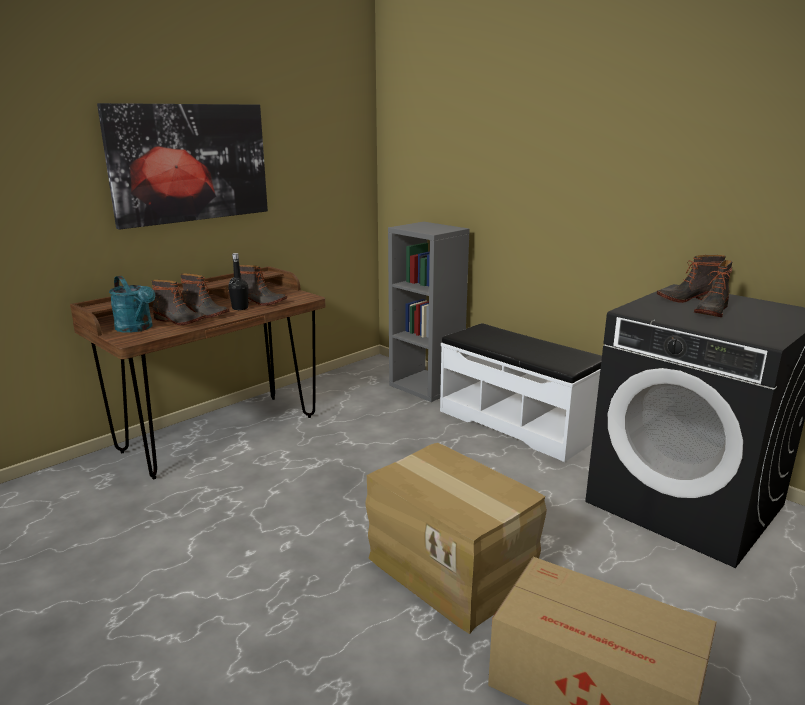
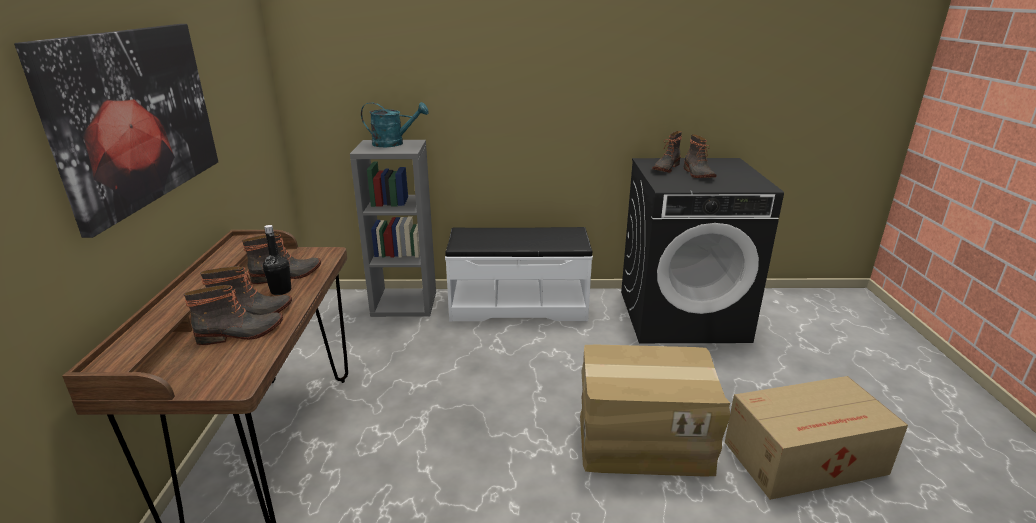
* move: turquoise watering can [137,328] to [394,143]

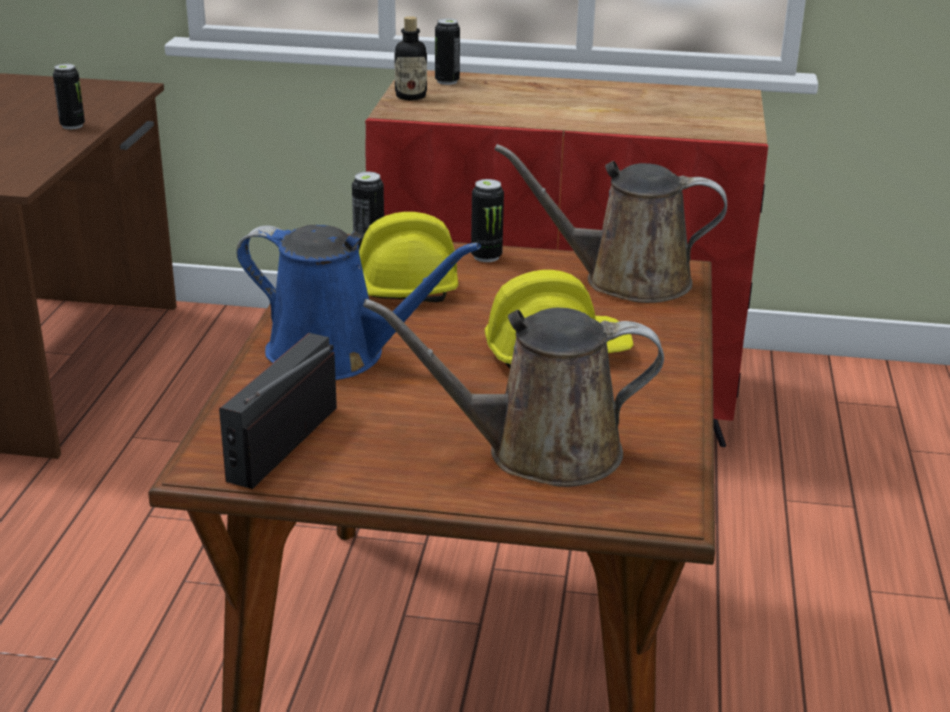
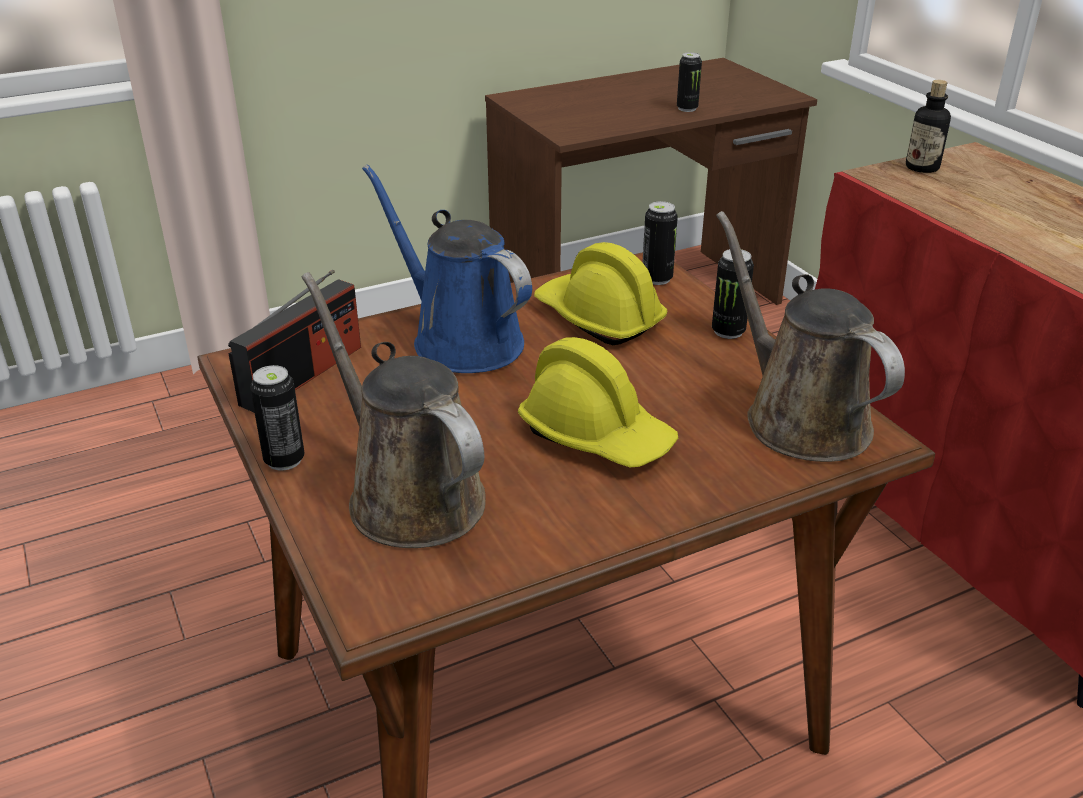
* move: can [447,81] to [284,460]
* rotate: blue watering can [336,355] = [460,340] 150 degrees clockwise
* rotate: radio [283,443] = [302,375] 135 degrees clockwise

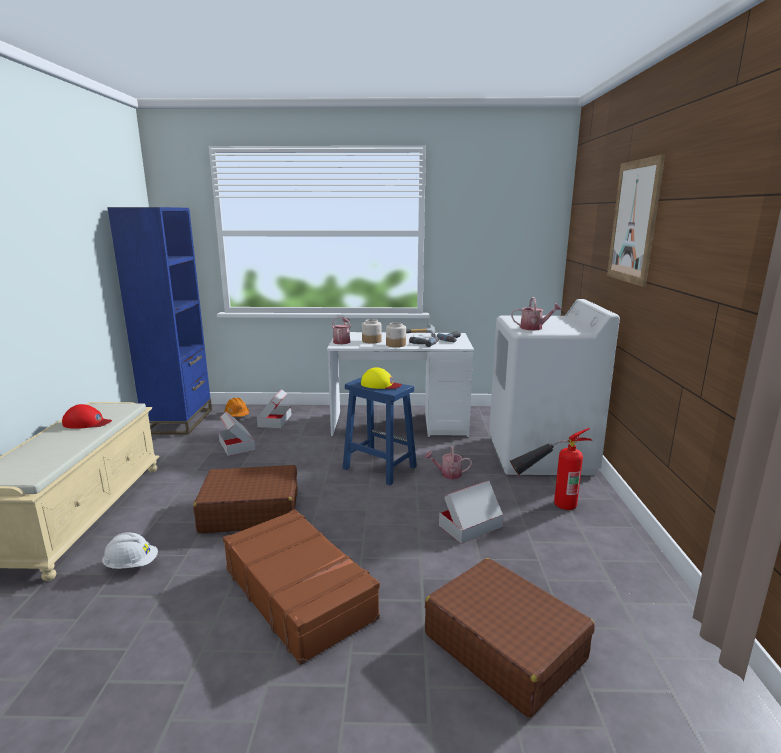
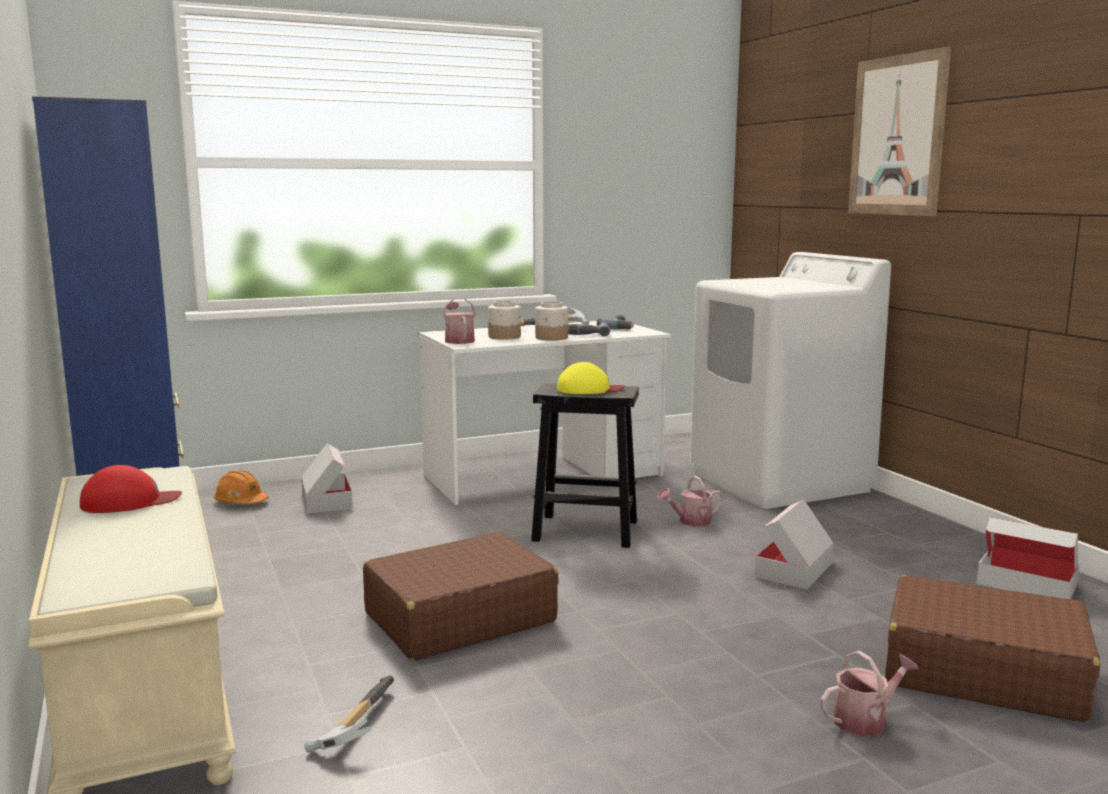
* move: watering can [534,328] to [865,720]
* recolor: blue stool [378,467] to black stool [583,531]
* move: cardboard box [237,445] to [1027,584]
* delete: fire extinguisher [545,505]
* delete: brown suitcase [299,592]
* replace: white hard hat [131,565] to hammer [354,724]

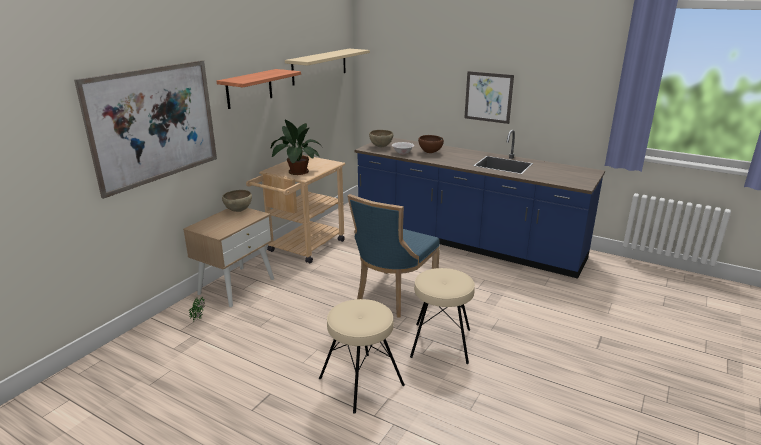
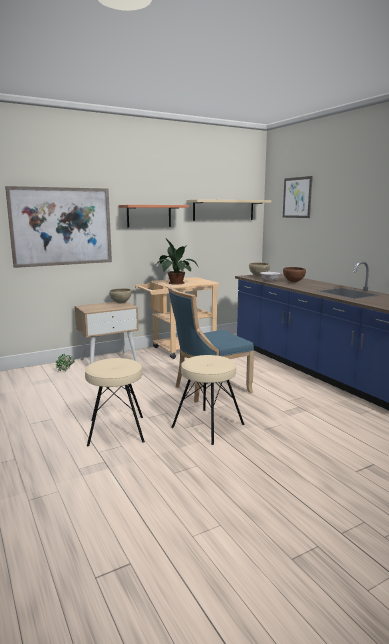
* move: picture [488,97] to [297,197]

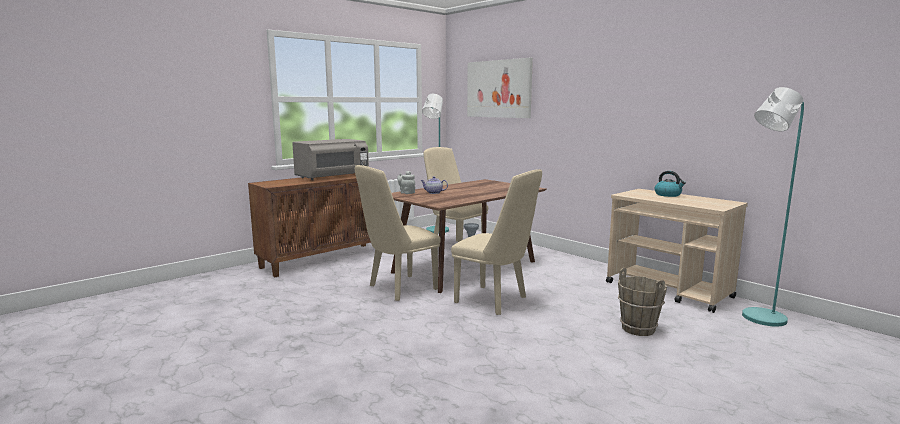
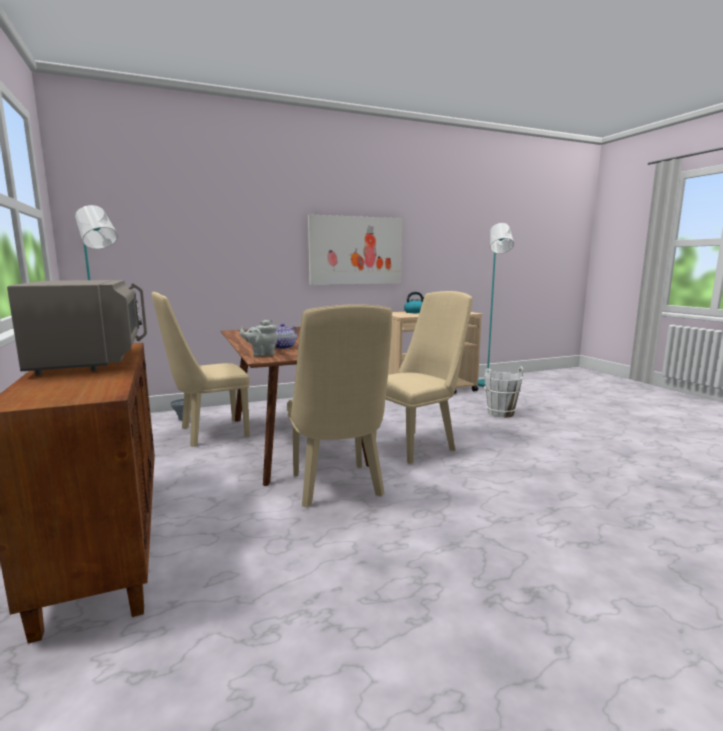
* move: picture [498,89] to [355,250]
* recolor: brown bucket [638,329] to white bucket [500,413]

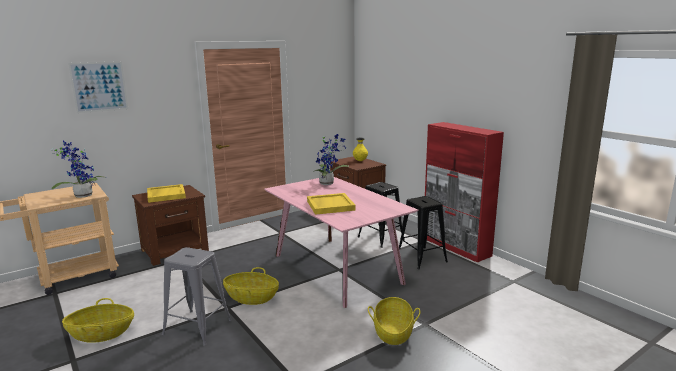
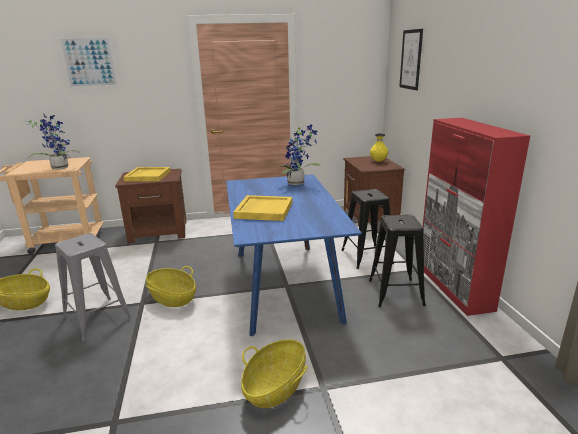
* recolor: pink dining table [335,269] to blue dining table [283,284]
* insert: picture [411,59]

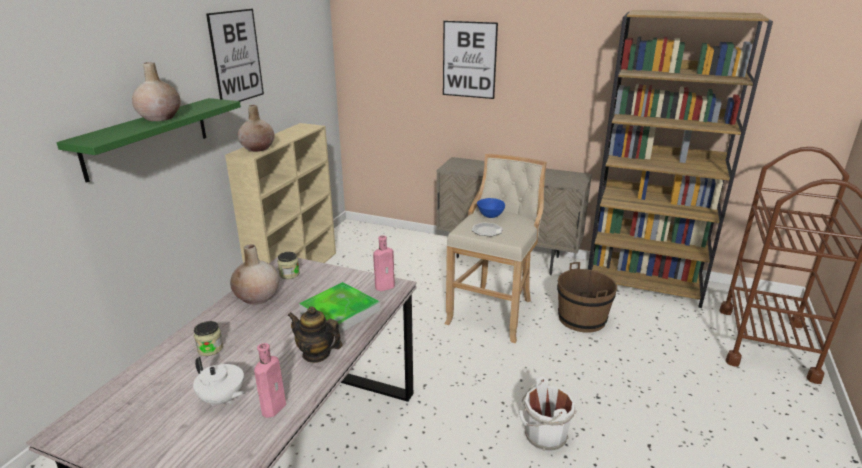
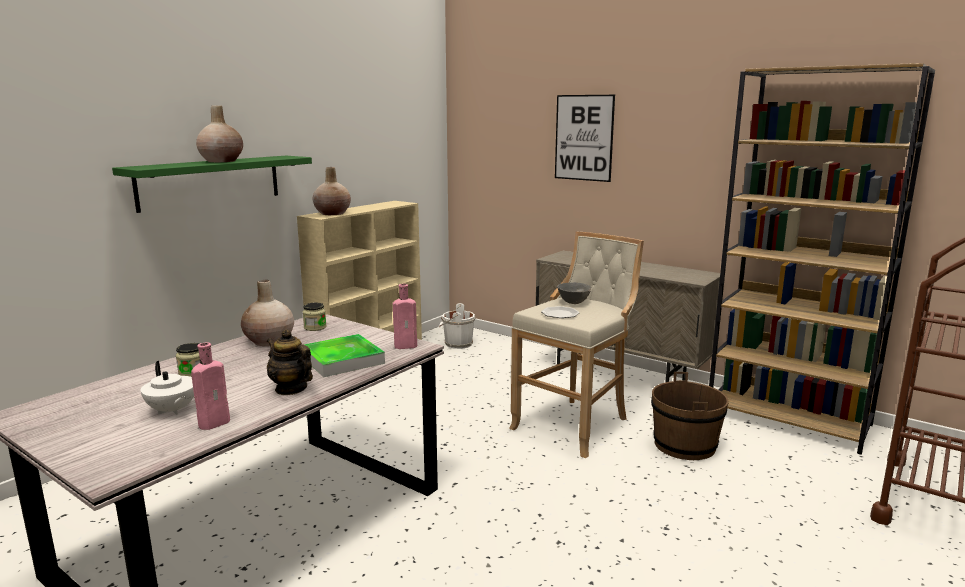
* delete: picture [236,57]
* recolor: blue bowl [490,216] to grey bowl [574,303]
* move: white bucket [543,436] to [457,344]

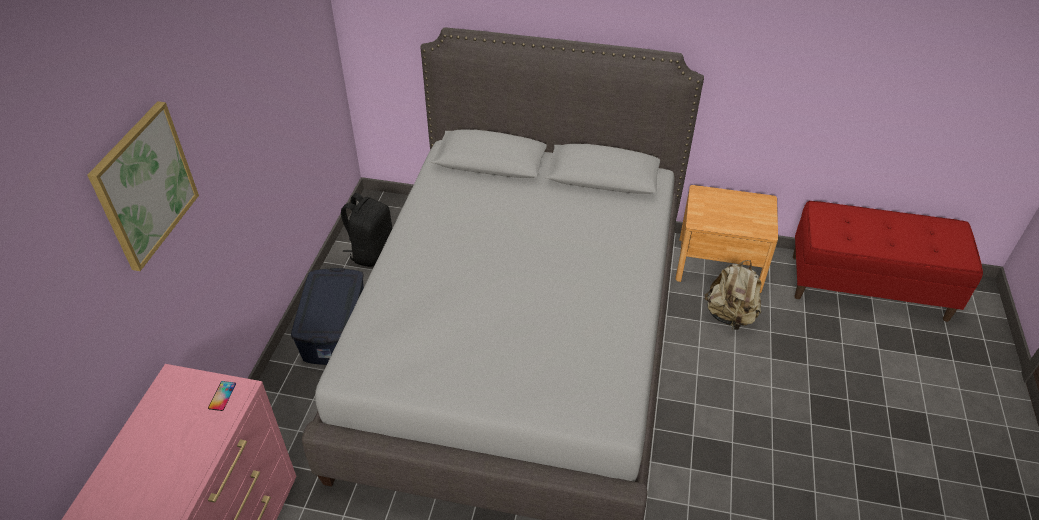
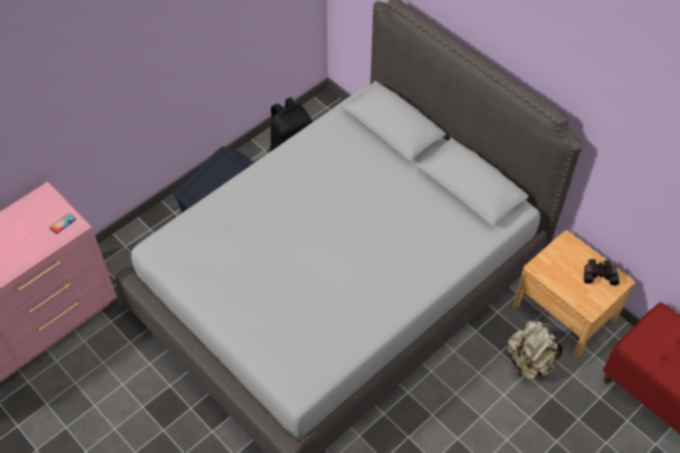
* delete: picture [144,185]
* insert: black binoculars [599,274]

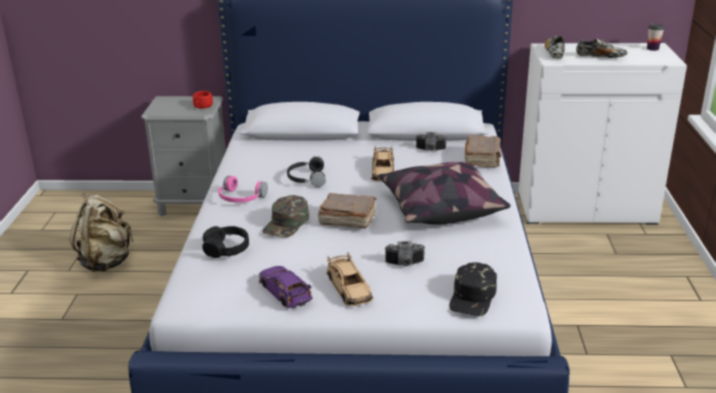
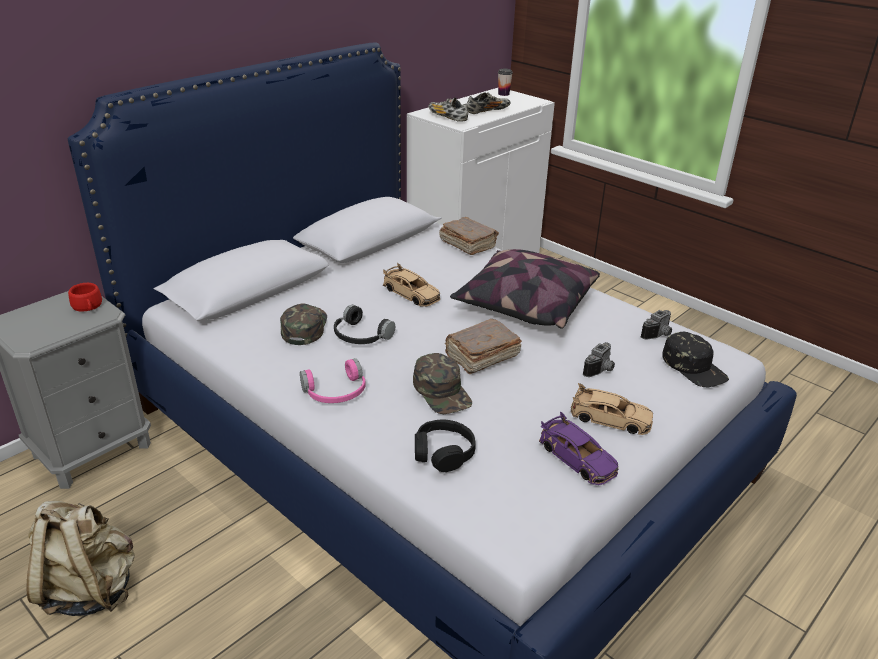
* move: photo camera [430,150] to [659,335]
* rotate: purple toy car [285,292] = [577,458] 135 degrees counterclockwise
* insert: green cap [304,327]

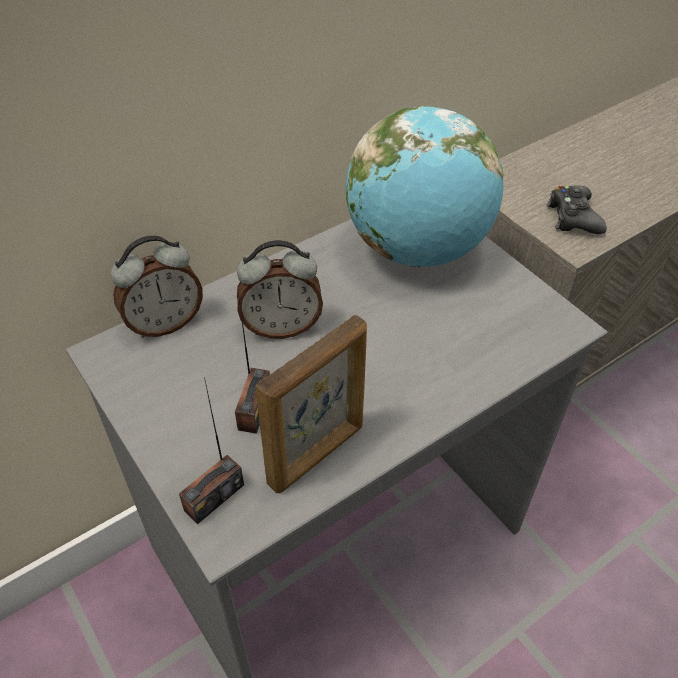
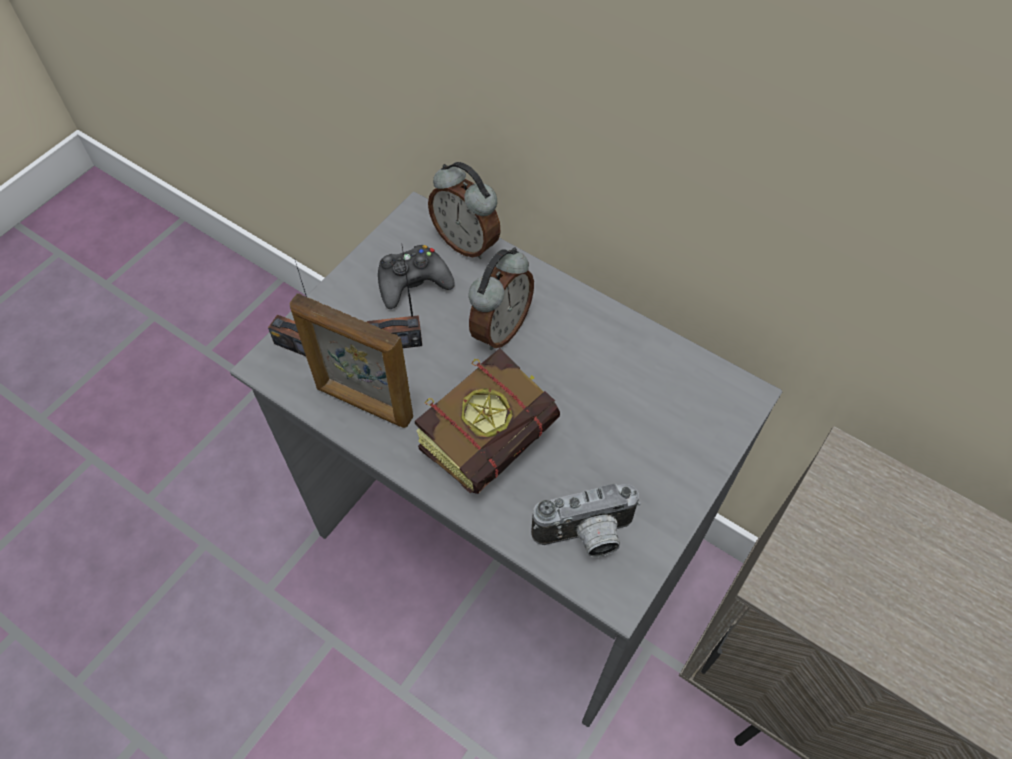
* delete: globe [417,249]
* move: black game controller [573,217] to [413,282]
* rotate: alarm clock [281,327] = [499,328] 120 degrees counterclockwise
* insert: book [498,433]
* insert: photo camera [586,537]

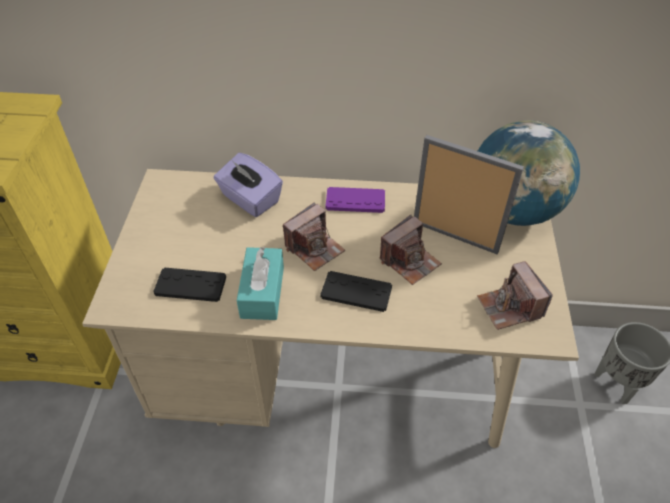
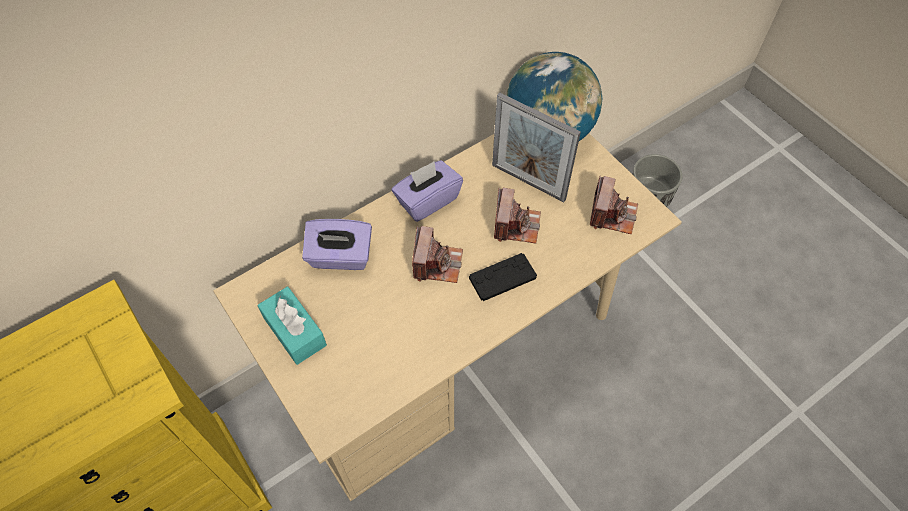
* rotate: picture frame [455,236] = [528,182] 135 degrees counterclockwise
* replace: purple game controller [355,201] to purple tissue box [427,200]
* move: turquoise tissue box [262,292] to [294,331]
* rotate: photo camera [509,307] = [612,215] 105 degrees counterclockwise
* delete: black game controller [190,285]

